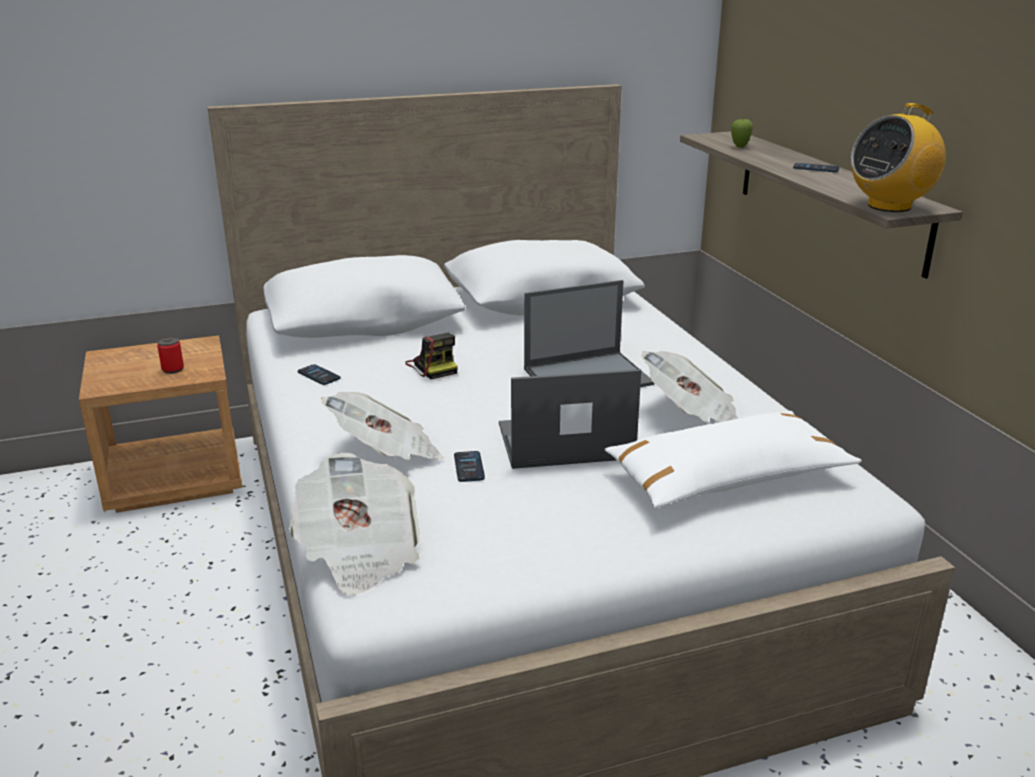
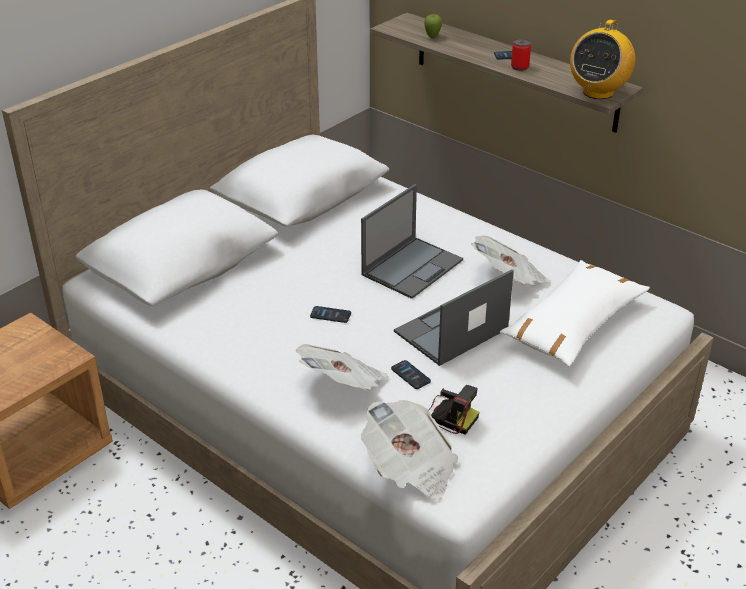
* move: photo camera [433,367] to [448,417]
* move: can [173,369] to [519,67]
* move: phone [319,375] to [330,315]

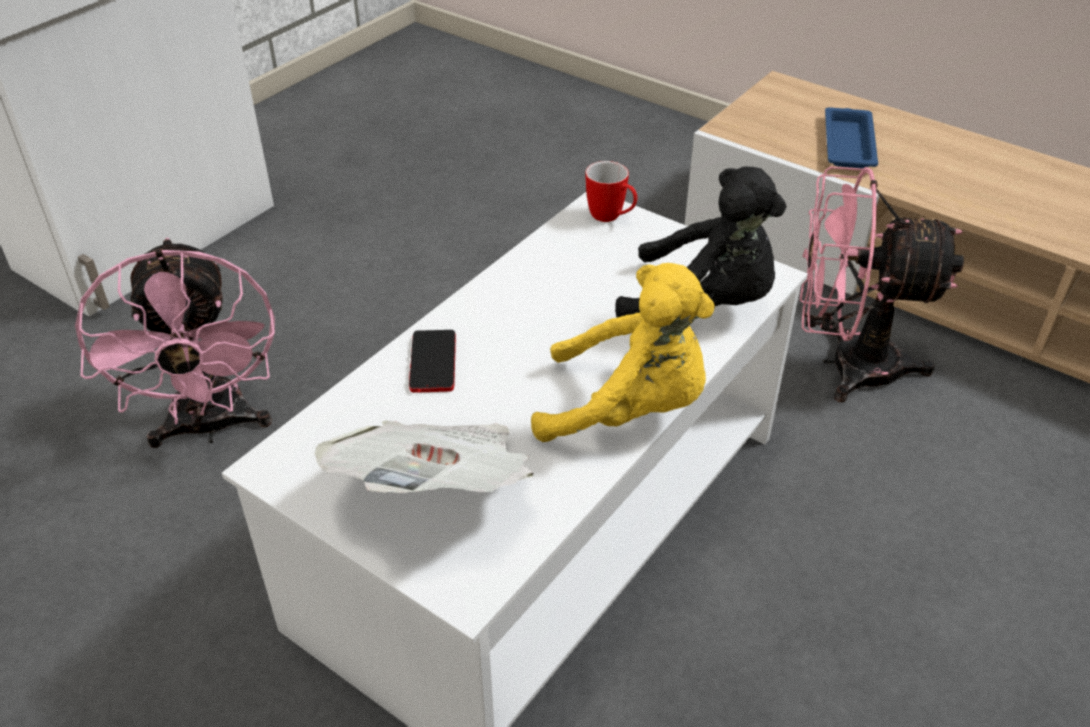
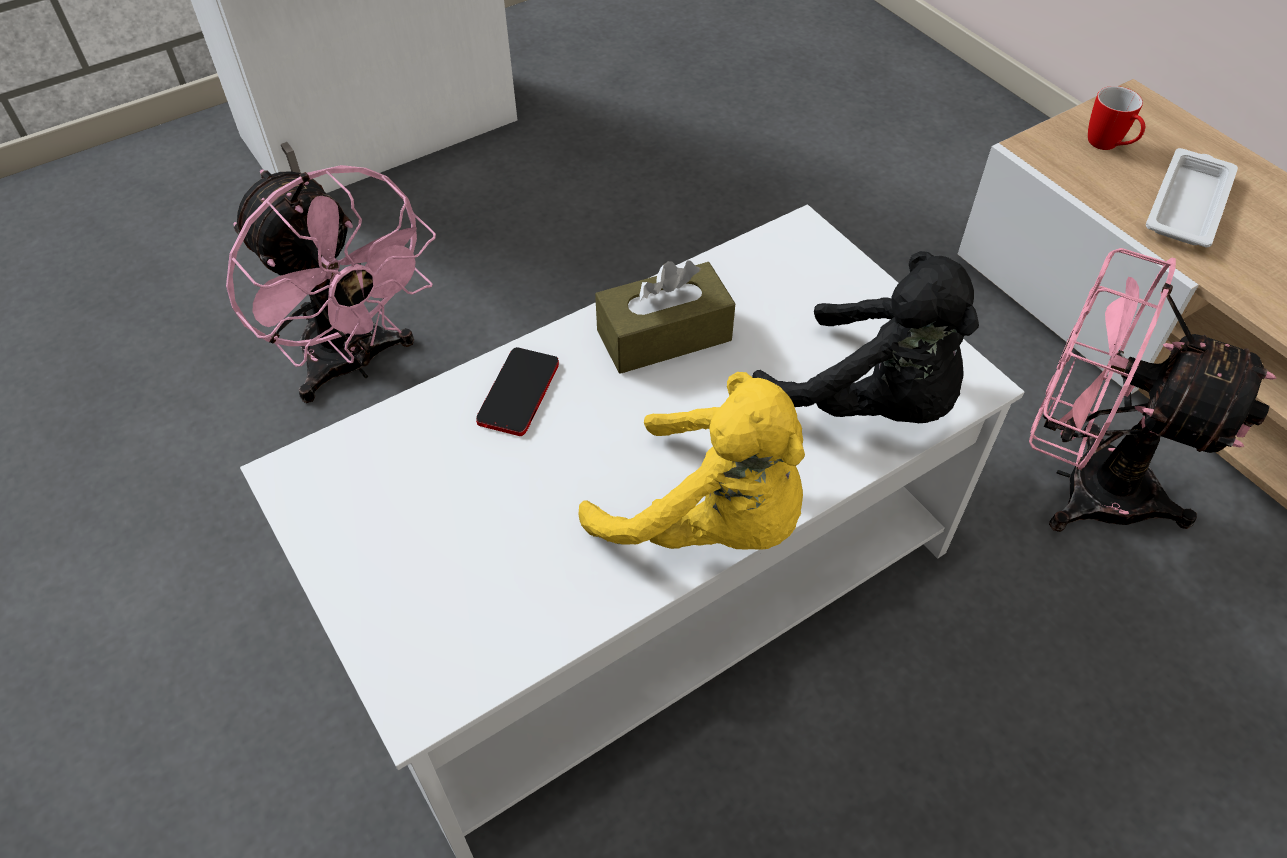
* recolor: blue tray [848,143] to white tray [1187,204]
* move: mug [611,218] to [1108,146]
* rotate: pink fan [210,427] = [354,364] 45 degrees counterclockwise
* delete: newspaper [438,491]
* insert: brown tissue box [664,335]

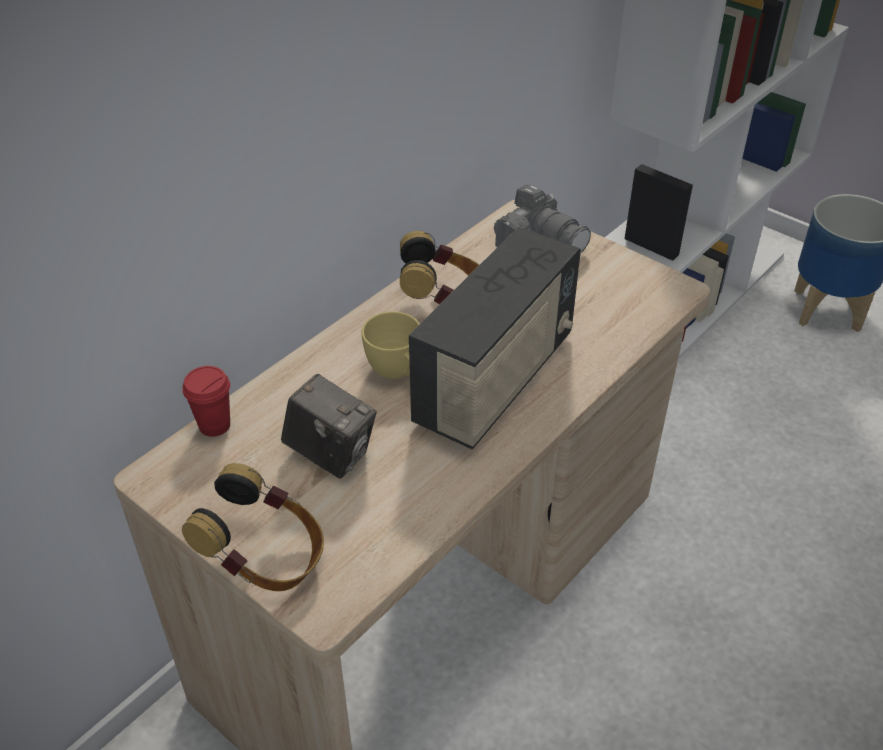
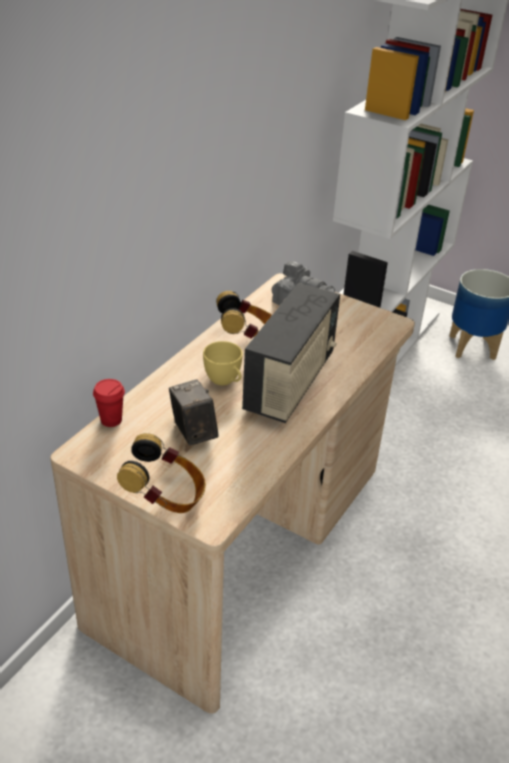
* rotate: photo camera [331,453] = [193,432] 135 degrees counterclockwise

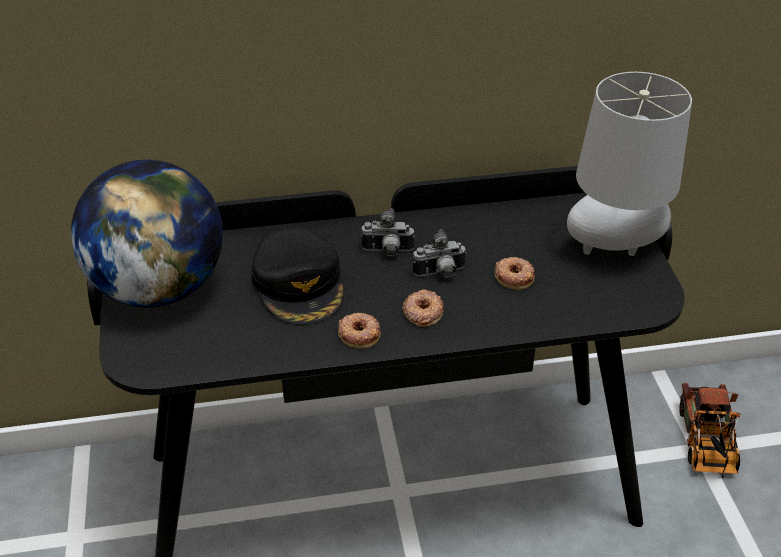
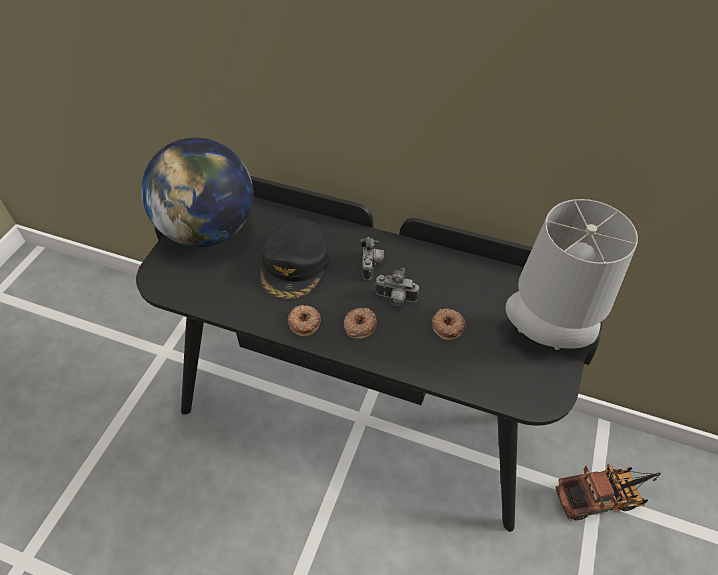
* rotate: photo camera [387,252] = [372,265] 120 degrees counterclockwise
* rotate: toy truck [706,445] = [603,497] 135 degrees counterclockwise

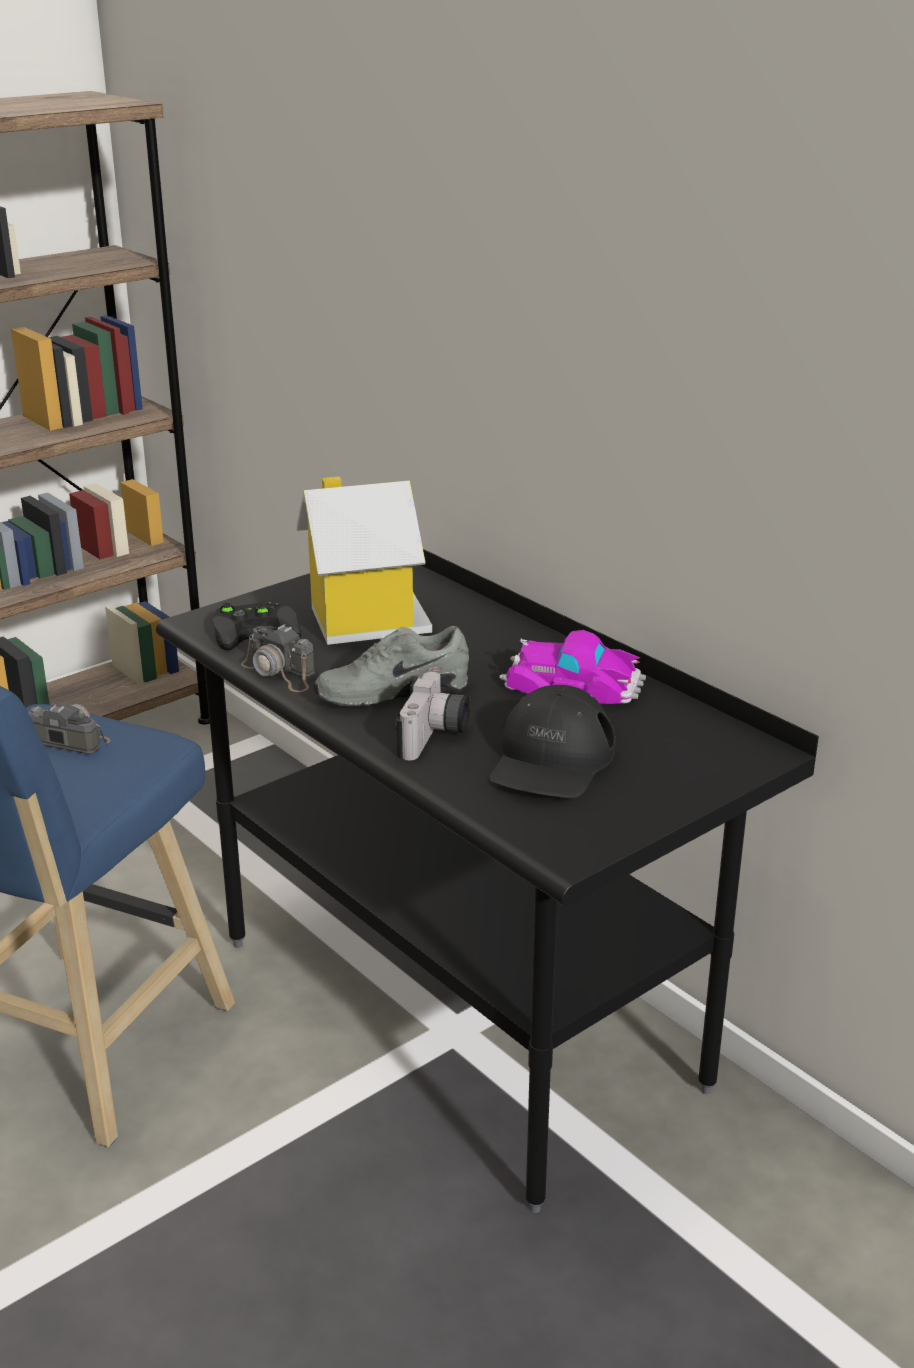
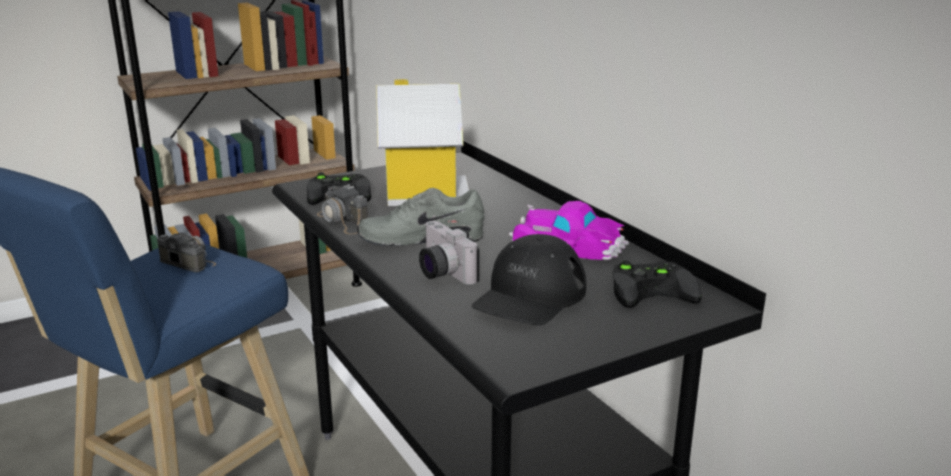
* rotate: photo camera [435,737] = [441,272] 120 degrees clockwise
* insert: black game controller [653,289]

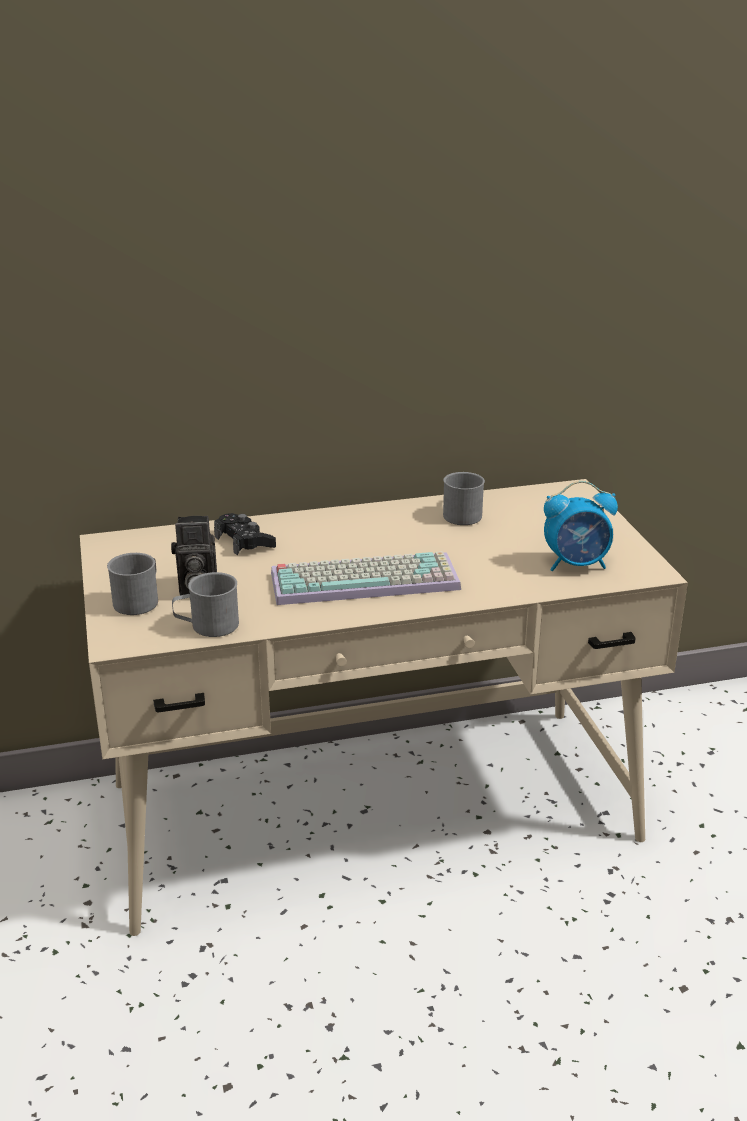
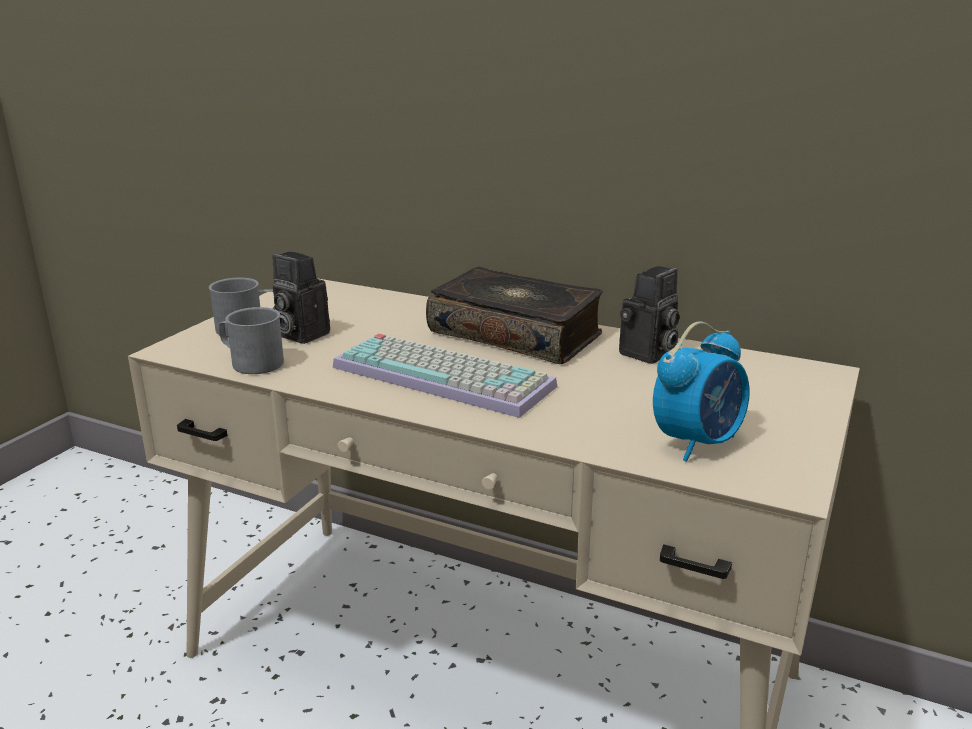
* replace: grey mug [462,513] to photo camera [647,355]
* rotate: alarm clock [576,564] = [698,442] 75 degrees counterclockwise
* delete: black game controller [244,541]
* insert: book [516,333]

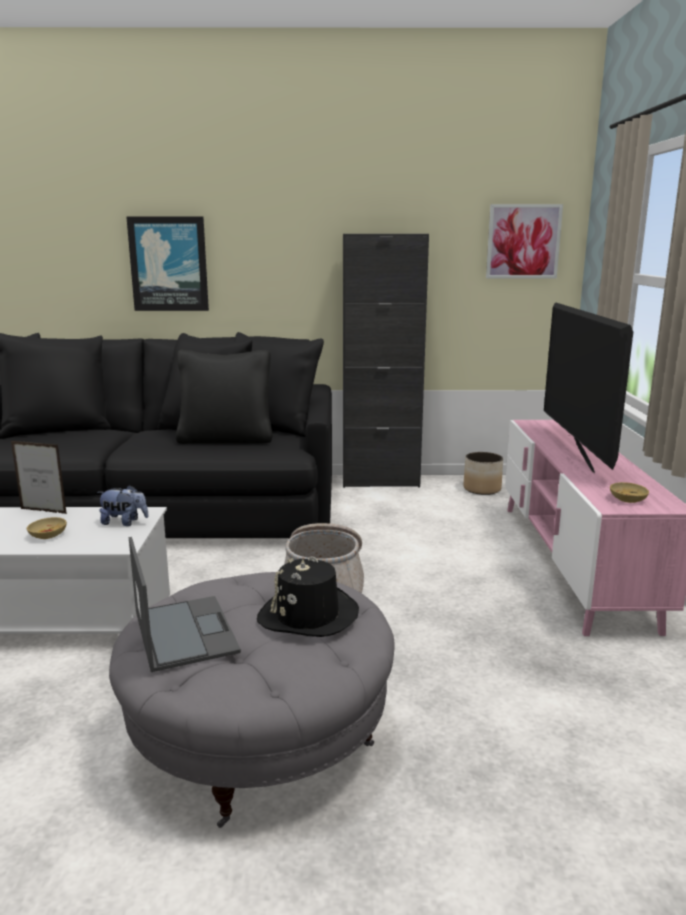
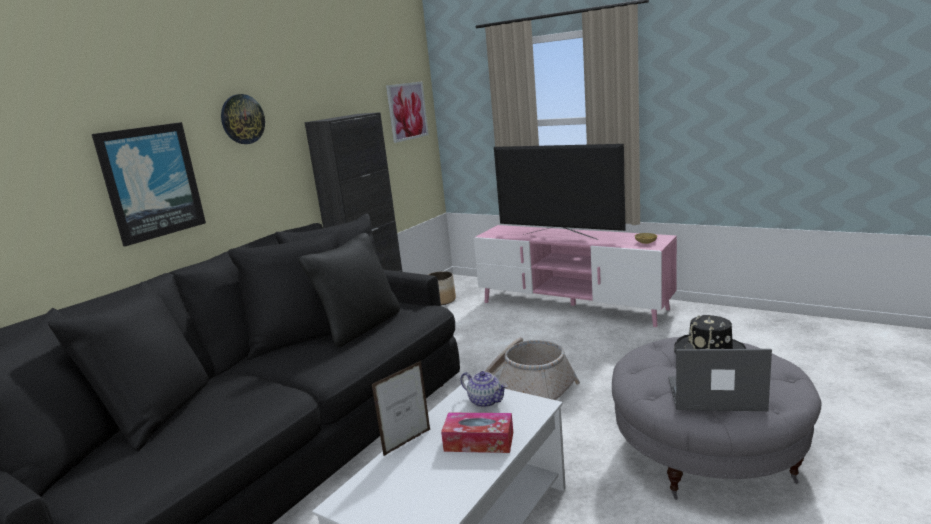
* replace: plush toy [124,522] to teapot [486,401]
* replace: beige bowl [48,535] to tissue box [479,441]
* insert: wall clock [242,119]

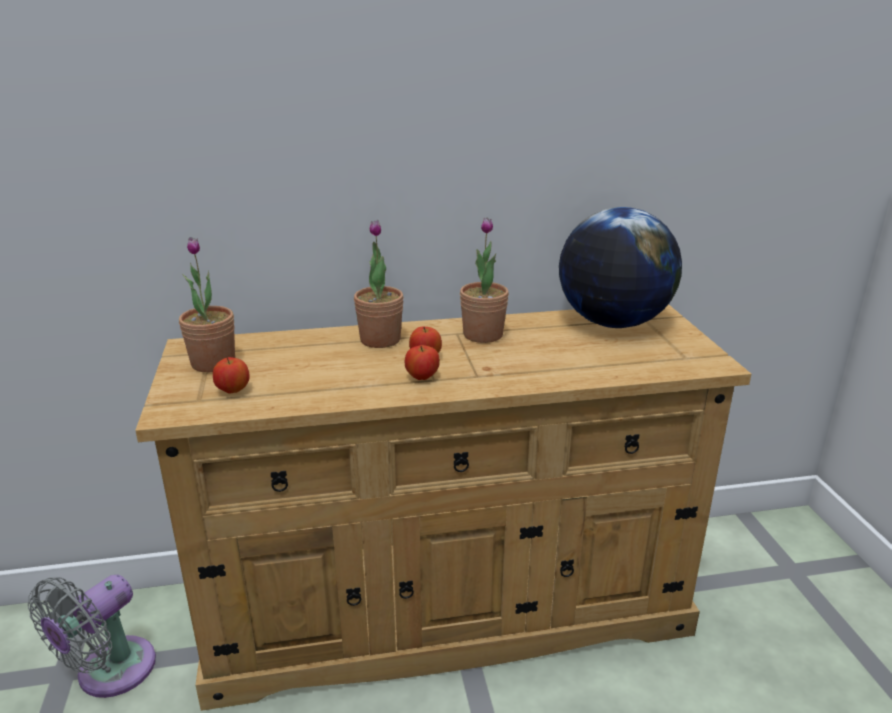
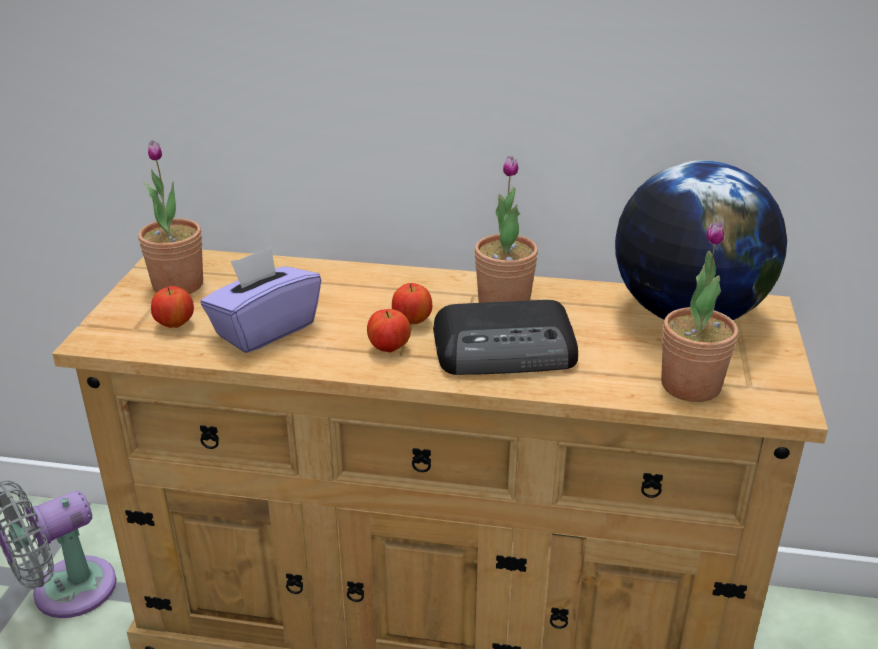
* move: potted plant [380,340] to [690,386]
* insert: purple tissue box [264,329]
* insert: radio [507,350]

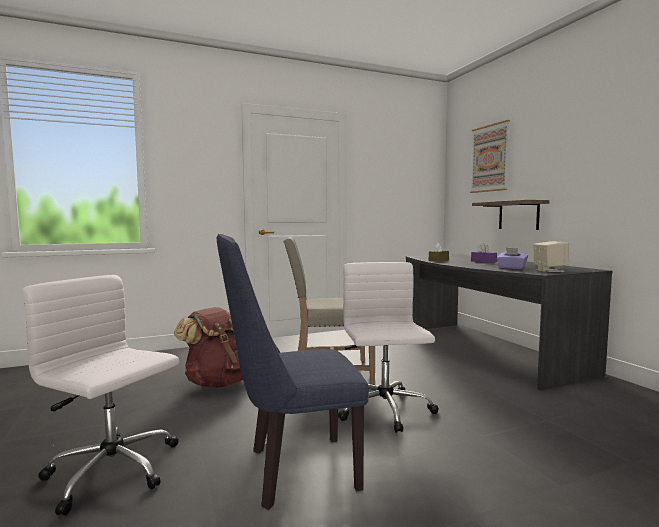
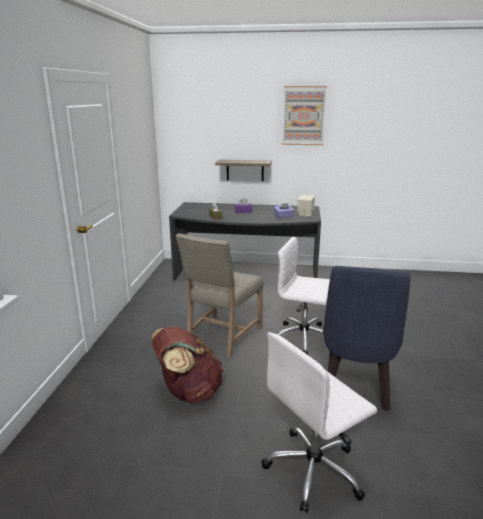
* move: picture [489,158] to [303,116]

